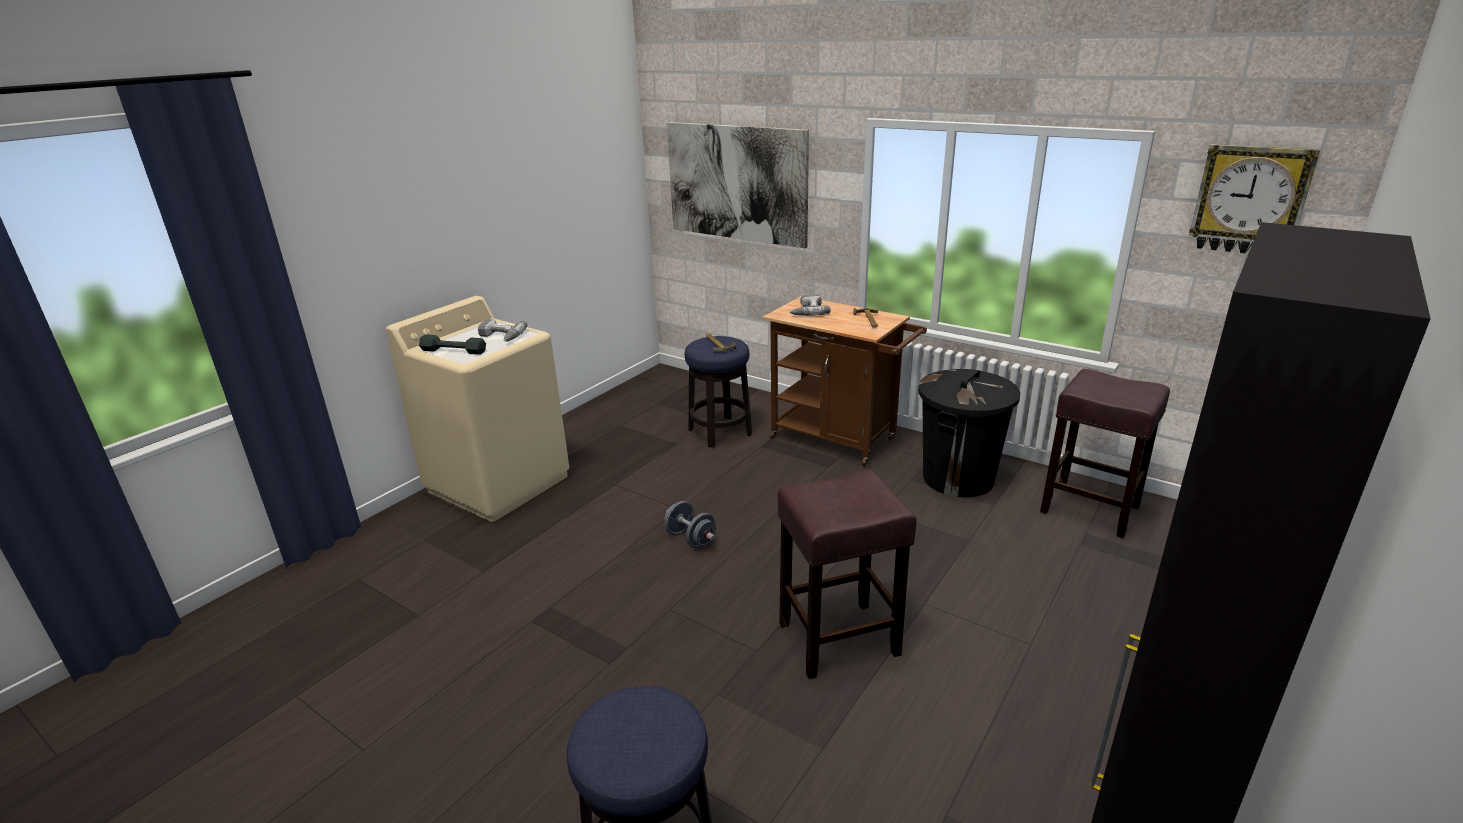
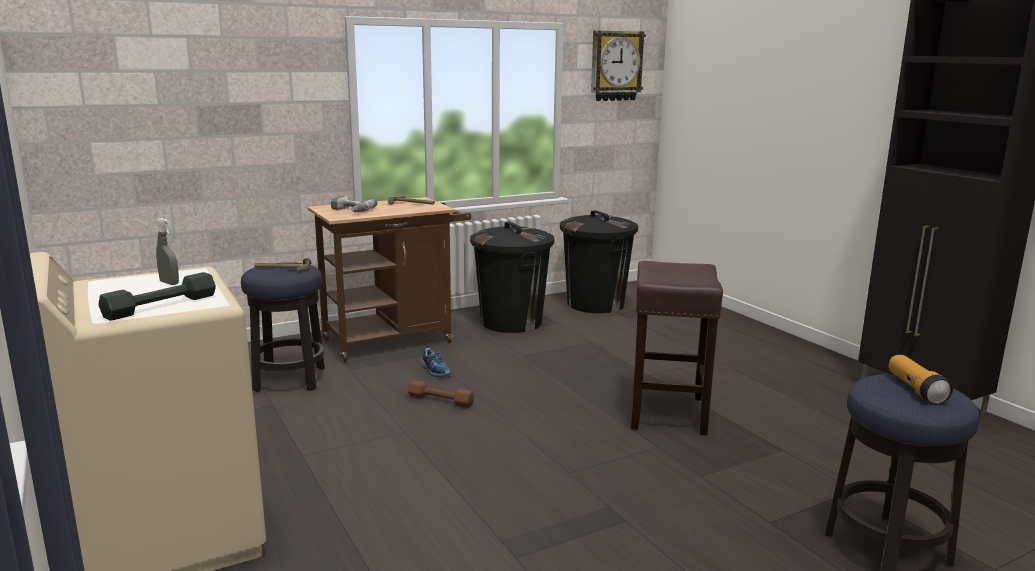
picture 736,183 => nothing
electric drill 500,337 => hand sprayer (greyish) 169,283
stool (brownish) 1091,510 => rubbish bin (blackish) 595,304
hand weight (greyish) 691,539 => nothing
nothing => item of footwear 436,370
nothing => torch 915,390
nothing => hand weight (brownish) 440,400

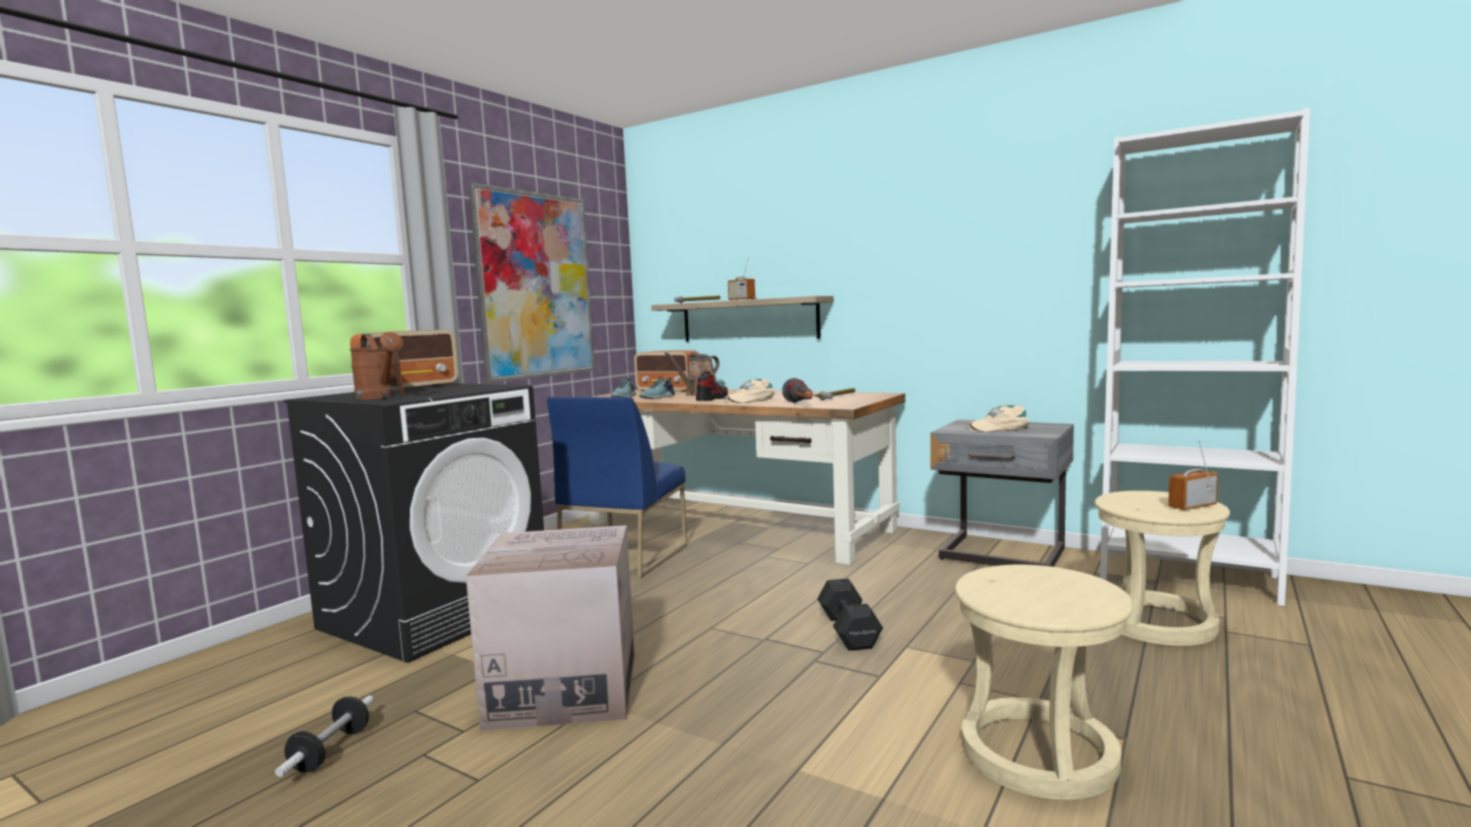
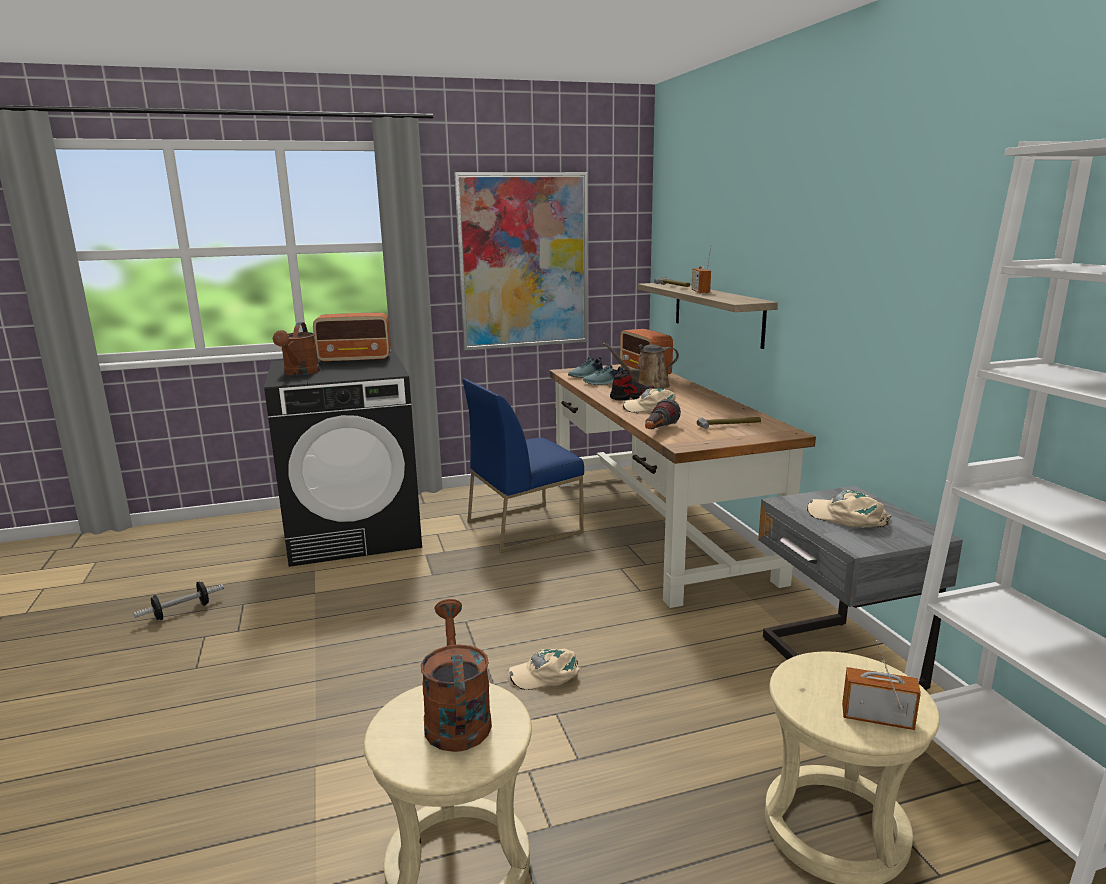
carton 564,689 => nothing
hand weight (blackish) 849,630 => baseball cap (sand-coloured) 546,674
nothing => sprinkling can (brownish) 456,717

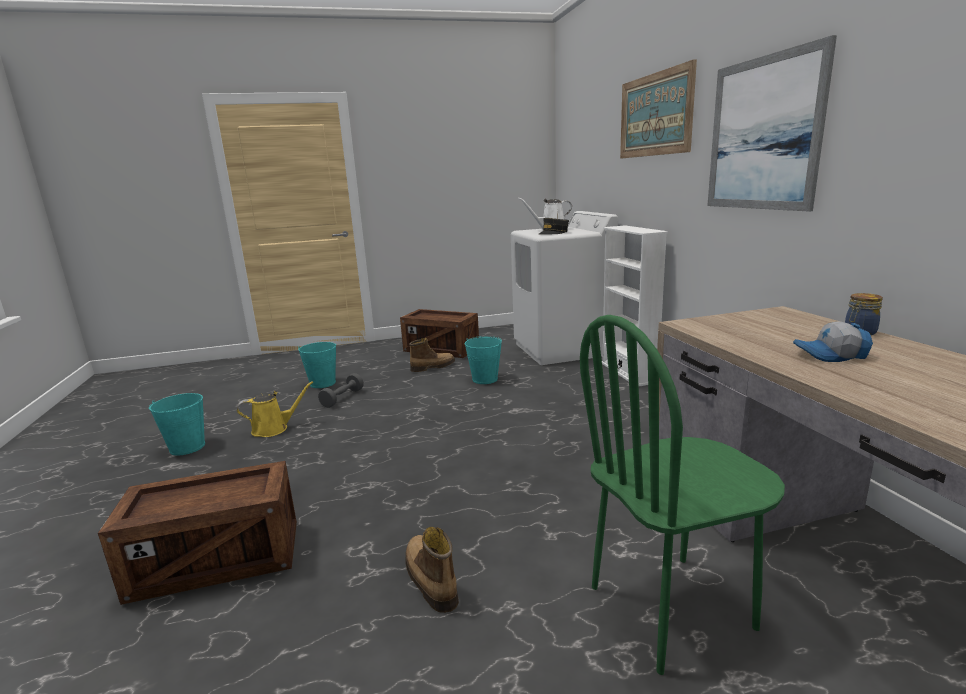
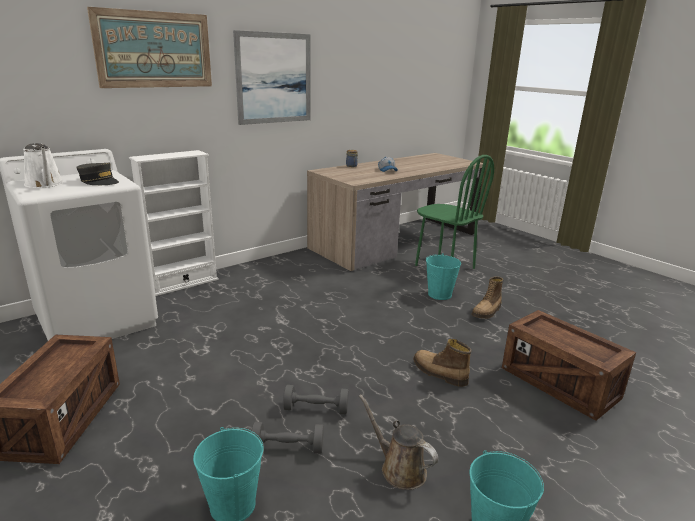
bucket (turquoise-coloured) 485,379 => bucket (turquoise-coloured) 440,294, relocated
high-top boot 432,367 => high-top boot 439,373, relocated
sprinkling can (yellow-coloured) 274,429 => sprinkling can (brownish) 399,468
nothing => hand weight (greyish) 316,409

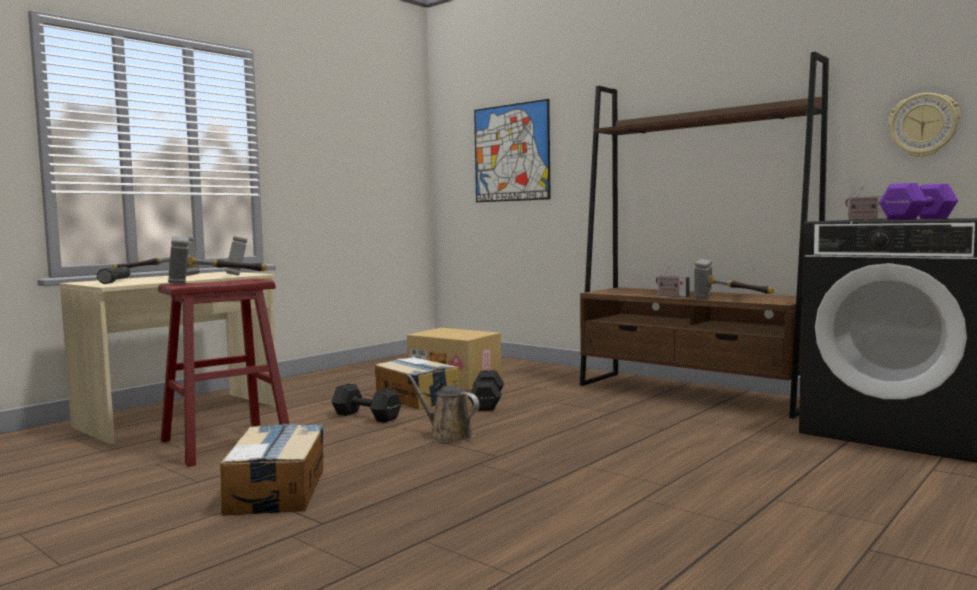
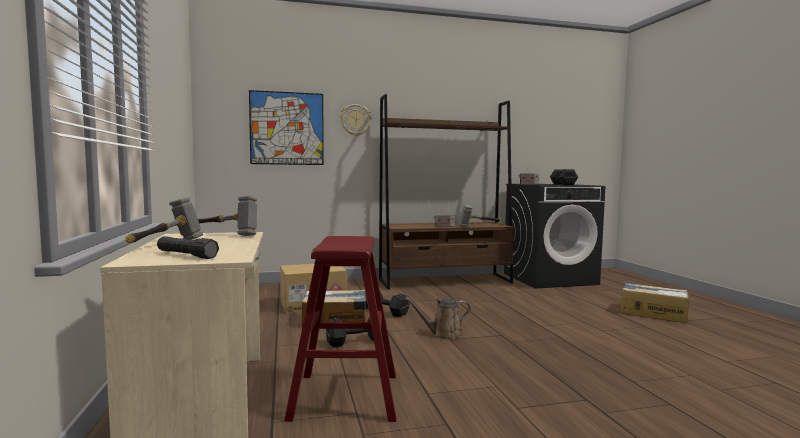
wall clock 923,125 => wall clock 355,120, relocated
hand weight (purplish) 916,219 => hand weight (blackish) 563,184
hammer 215,282 => nothing
carton 277,490 => carton 652,313, relocated

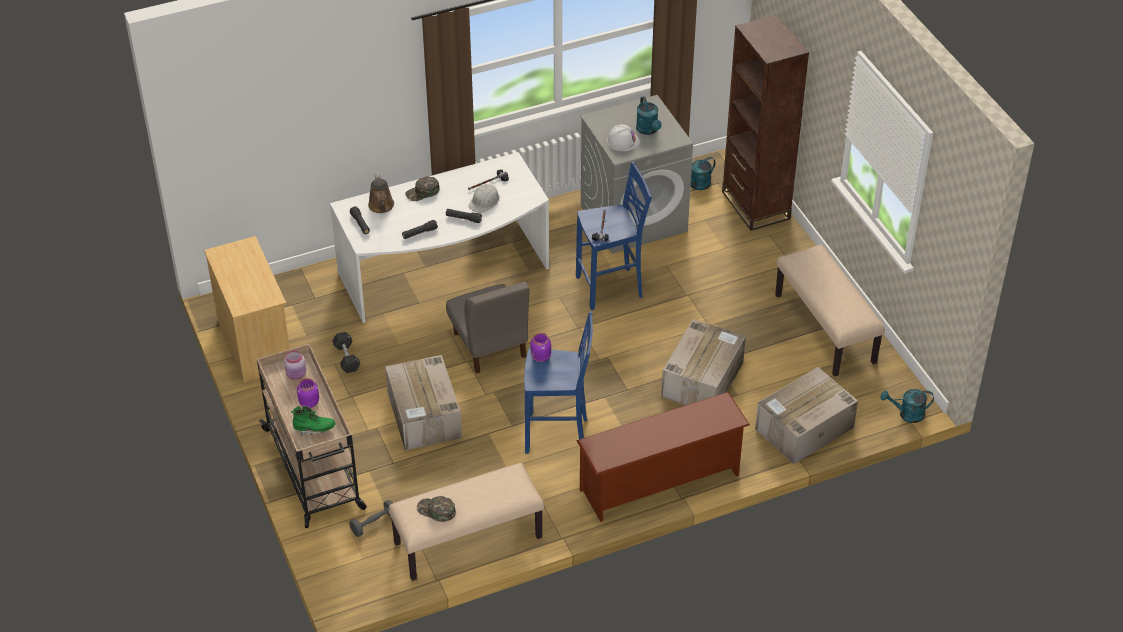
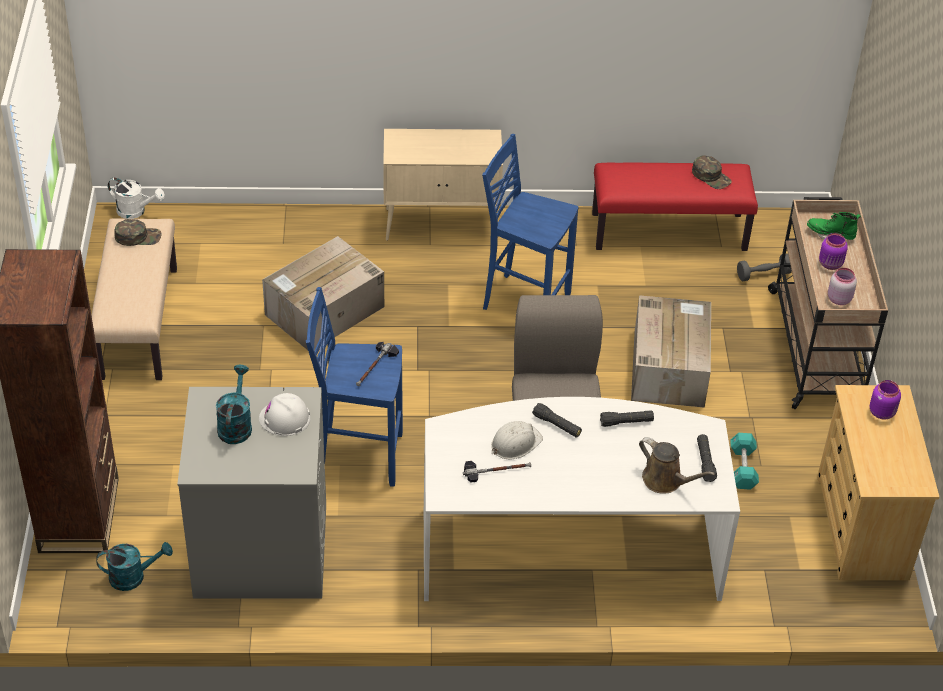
sprinkling can (brownish) 381,206 => sprinkling can (brownish) 665,480, 120 degrees clockwise
baseball cap (green-coloured) 422,192 => baseball cap (green-coloured) 138,236, relocated
hand weight (blackish) 346,358 => hand weight (turquoise-coloured) 742,468
storage jar (purplish) 540,357 => storage jar (purplish) 882,412, relocated
carton 803,429 => nothing
sprinkling can (turquoise-coloured) 907,414 => sprinkling can (whitish) 136,211
shoe rack (brownish) 660,483 => storage cabinet (sand-coloured) 442,225
long seat (sand-coloured) 468,541 => long seat (red) 669,231

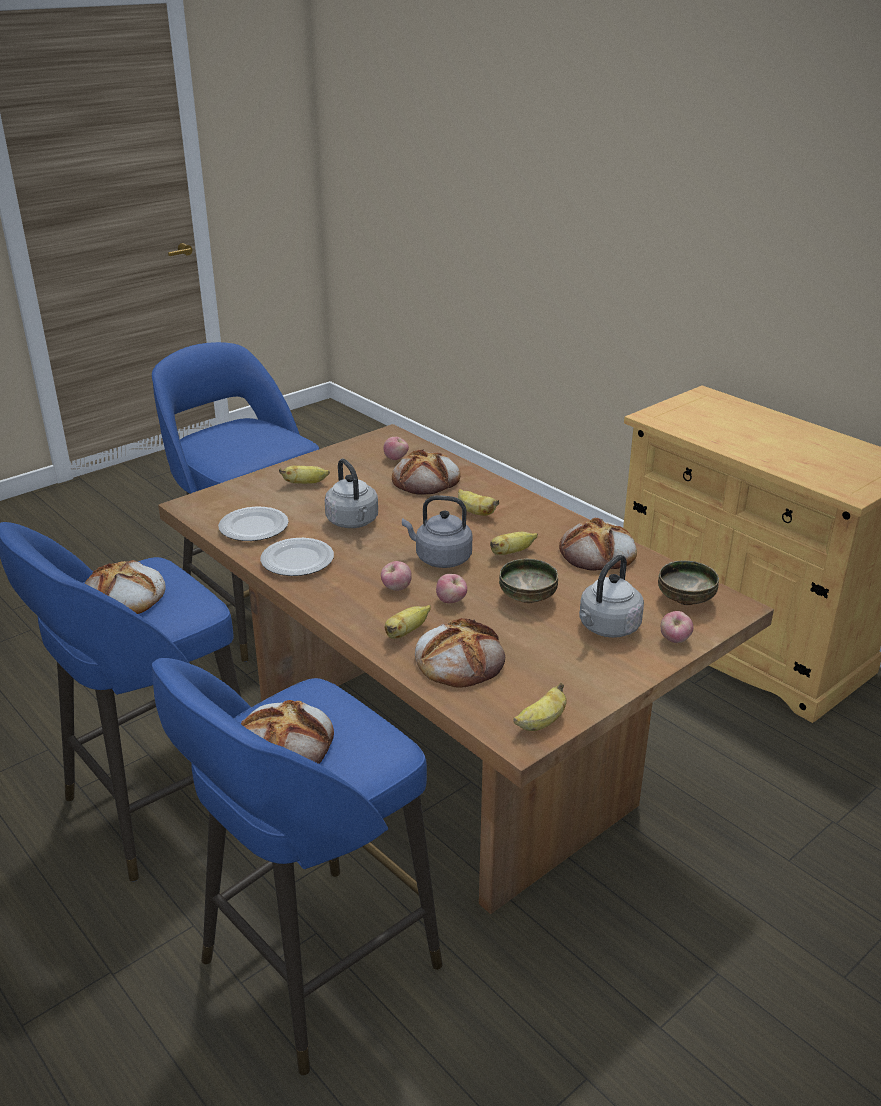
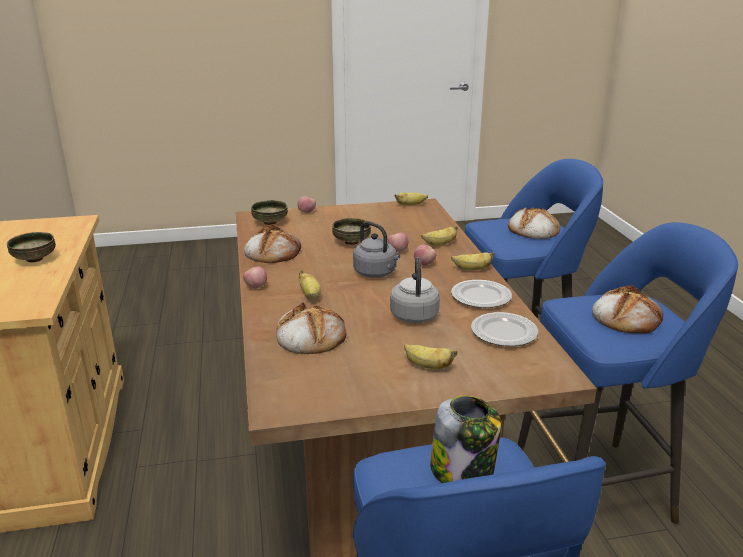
whole apple 396,459 => whole apple 256,287, relocated
whole banana 511,552 => whole banana 472,269, relocated
tea kettle (greyish) 607,628 => nothing
baked bread 460,659 => nothing
nothing => bowl 35,259
nothing => storage jar 463,472

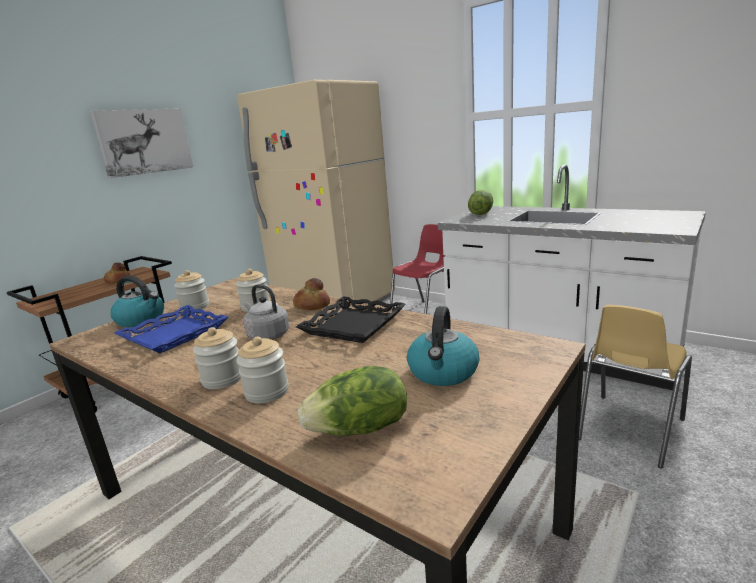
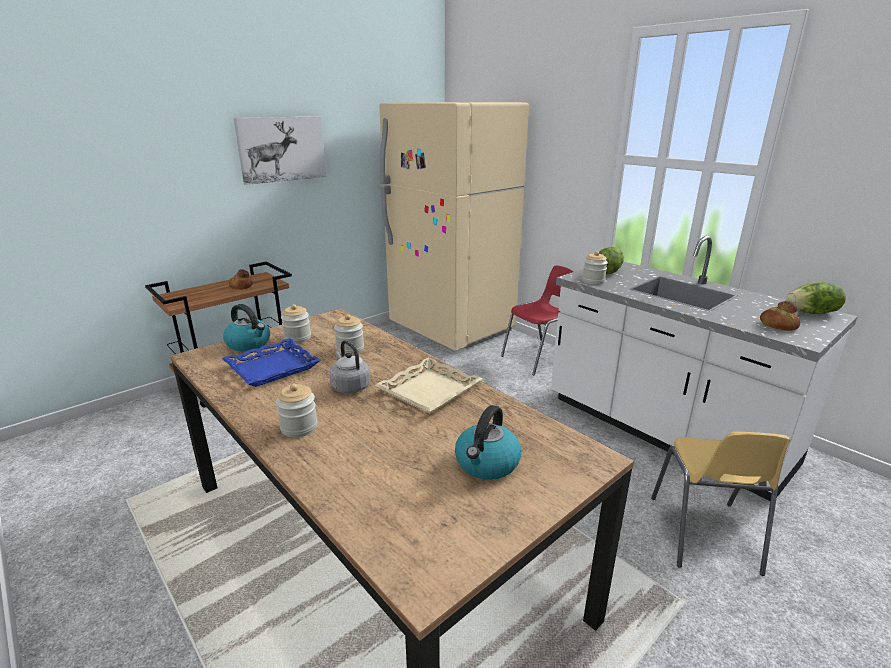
baked bread 312,305 => baked bread 777,325, relocated
tray (blackish) 353,325 => tray (sand-coloured) 428,390
plain chair (yellow-coloured) 628,429 => plain chair (yellow-coloured) 703,534, 45 degrees counterclockwise
storage jar 267,392 => storage jar 593,281, relocated
lettuce 360,429 => lettuce 812,313, relocated

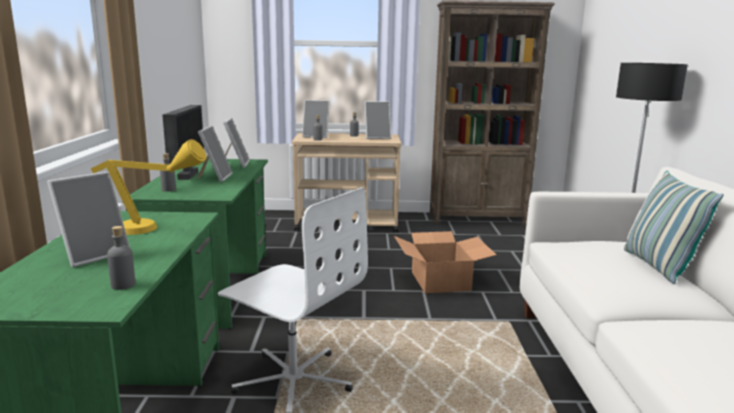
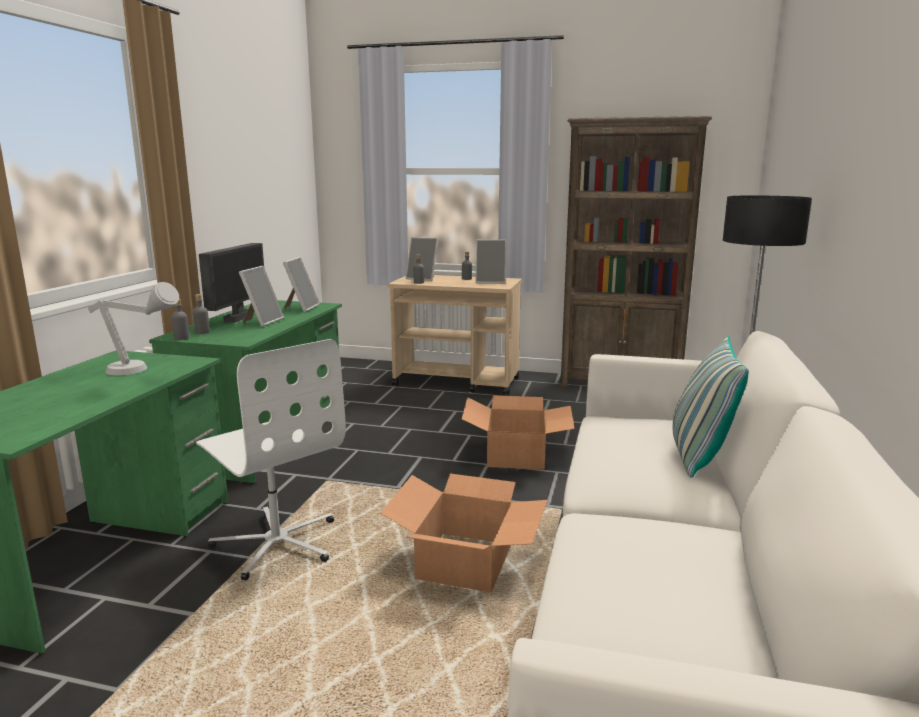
lamp for a table (yellow-coloured) 155,230 => lamp for a table (greyish) 140,372
picture frame 94,255 => nothing
bottle (greyish) 123,285 => bottle (greyish) 181,338, relocated
nothing => carton 466,562

